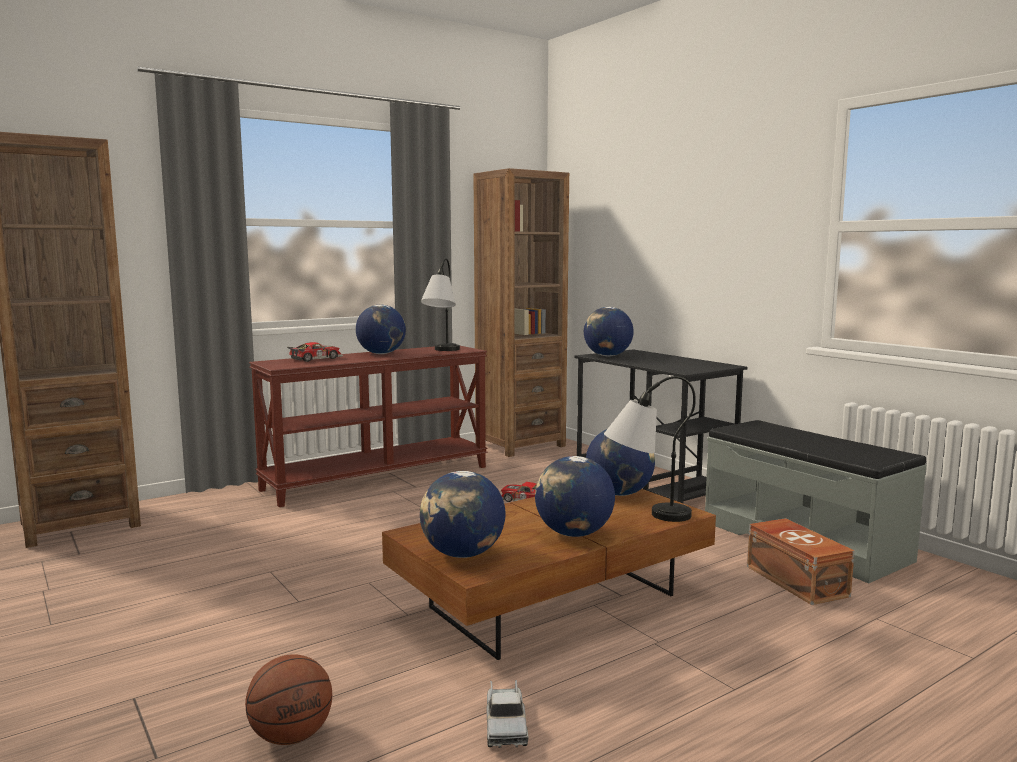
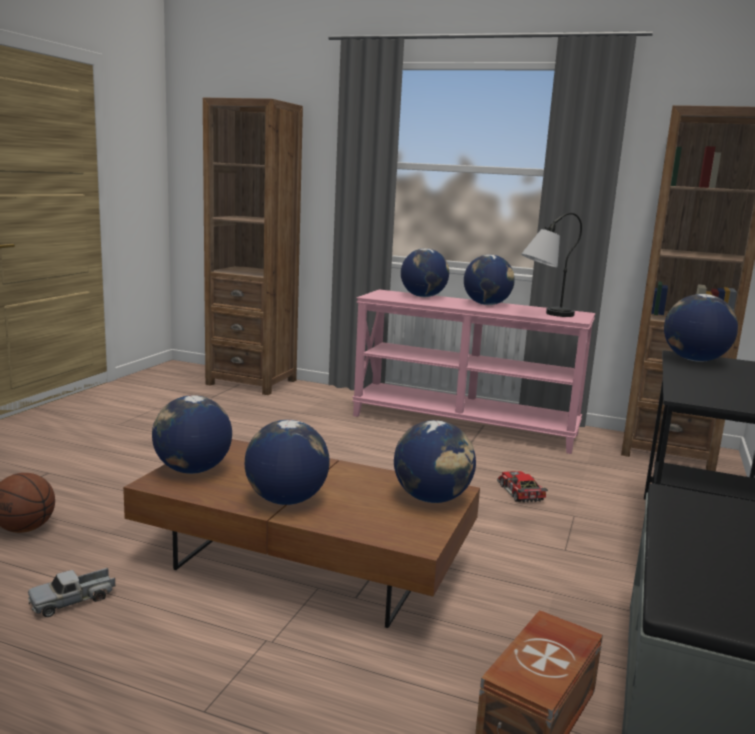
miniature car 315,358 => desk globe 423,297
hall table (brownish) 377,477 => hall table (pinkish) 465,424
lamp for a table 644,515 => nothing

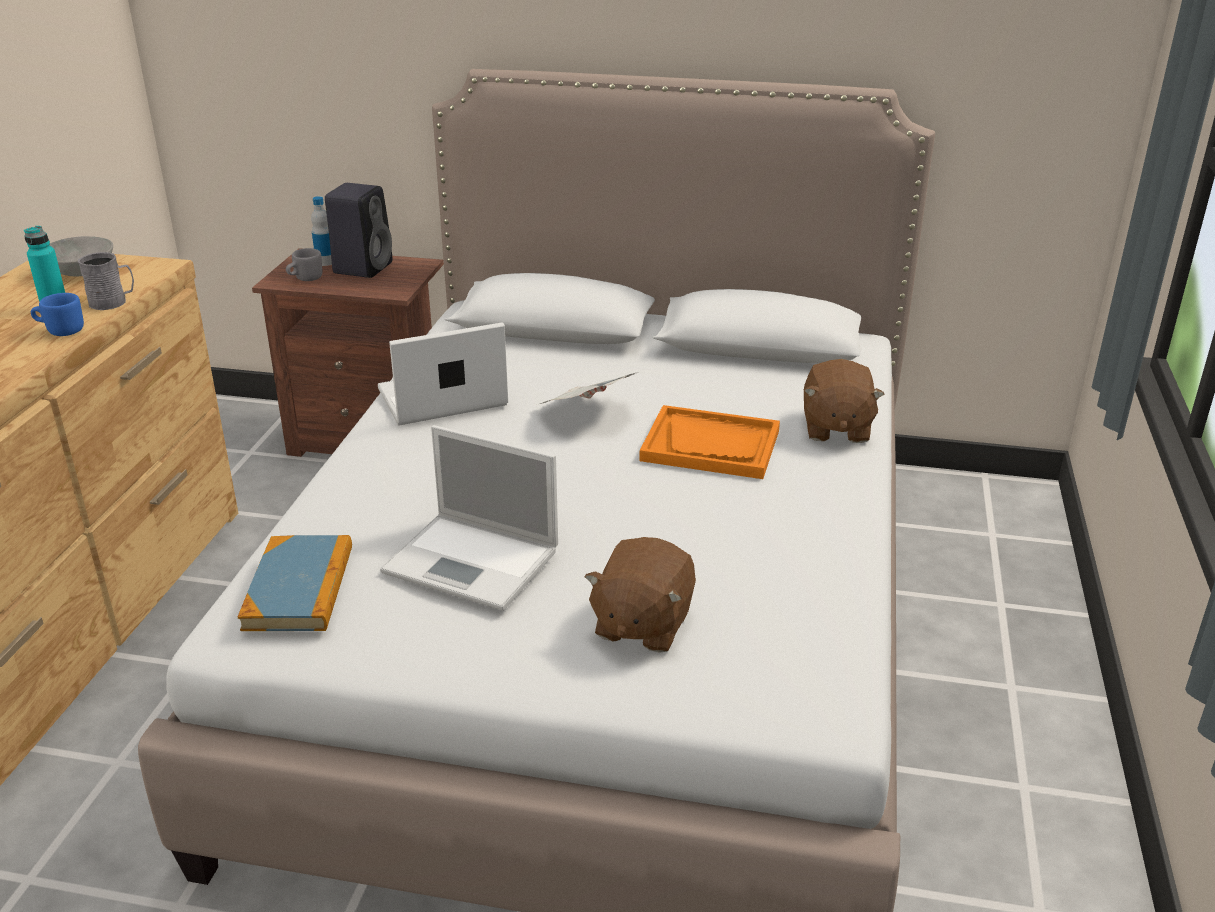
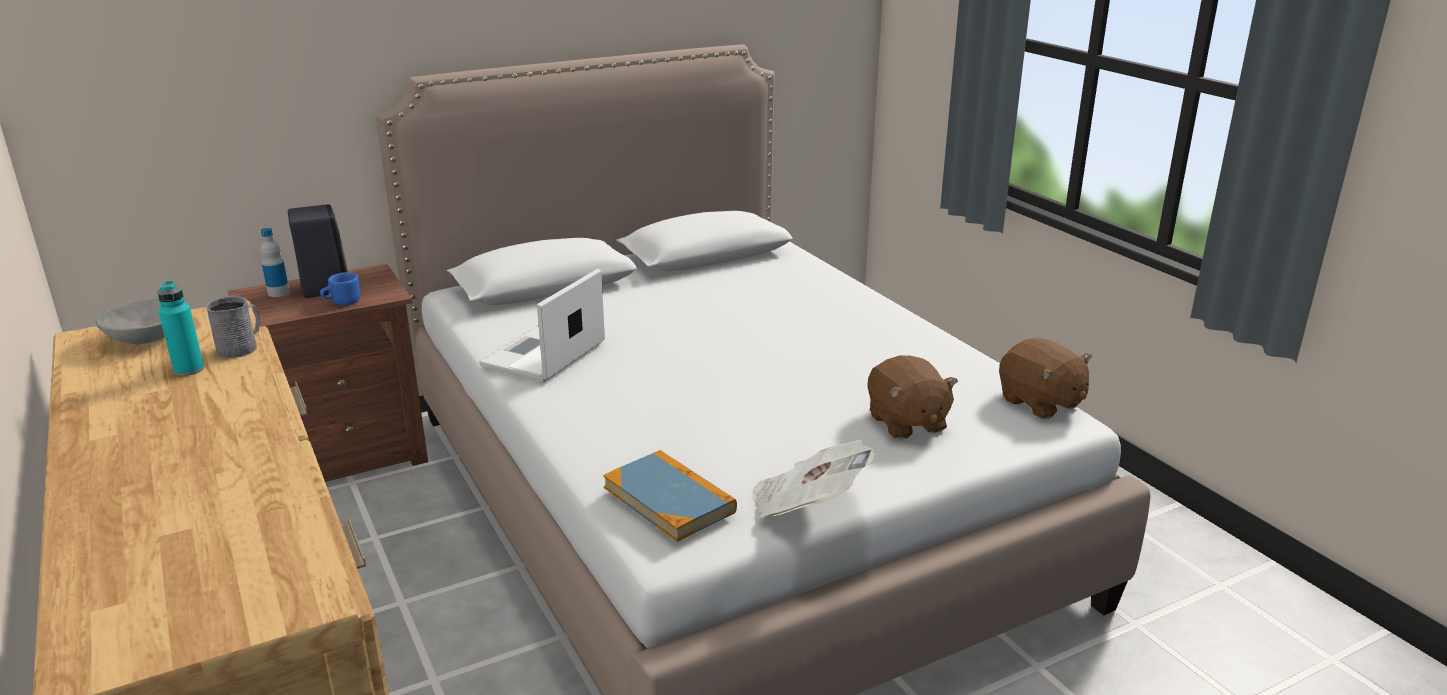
coffee mug (greyish) 305,279 => nothing
coffee mug (blue) 61,331 => coffee mug (blue) 342,303, relocated
plush toy (brownish) 835,428 => plush toy (brownish) 1040,403, relocated
daily paper 585,413 => daily paper 808,505, relocated
tray (orange-coloured) 711,445 => nothing
notebook computer 474,562 => nothing

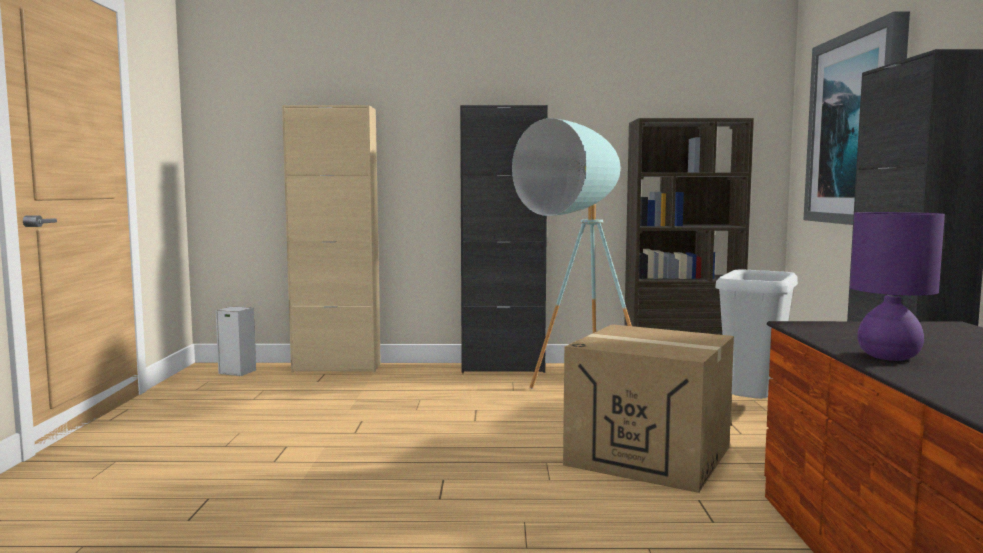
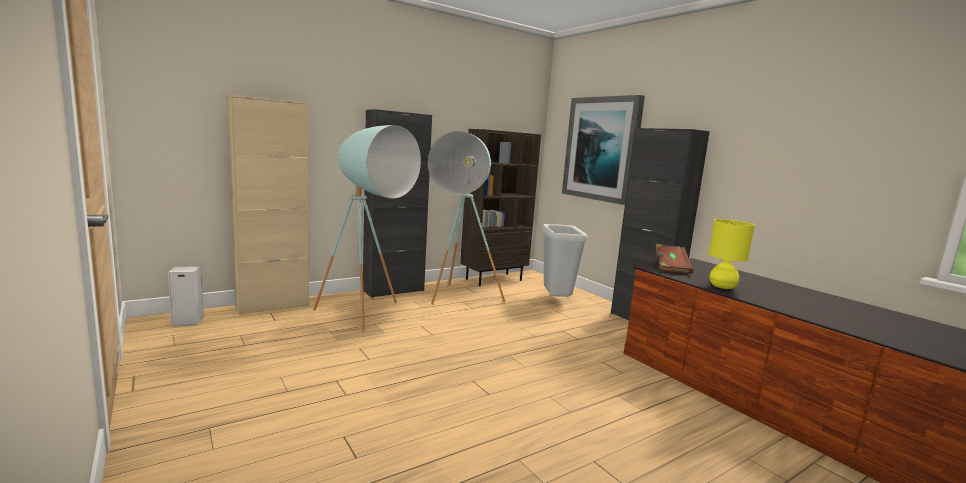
lamp for a table (purplish) 887,357 => lamp for a table (yellow-coloured) 722,286
carton 649,455 => nothing
nothing => standard lamp (turquoise-coloured) 368,319
nothing => book (brownish) 670,268

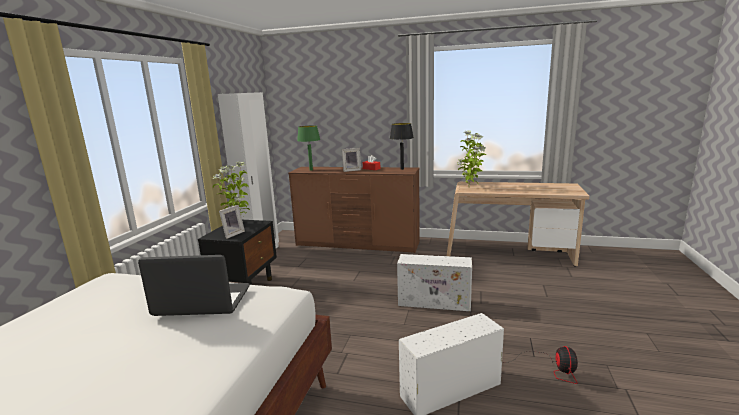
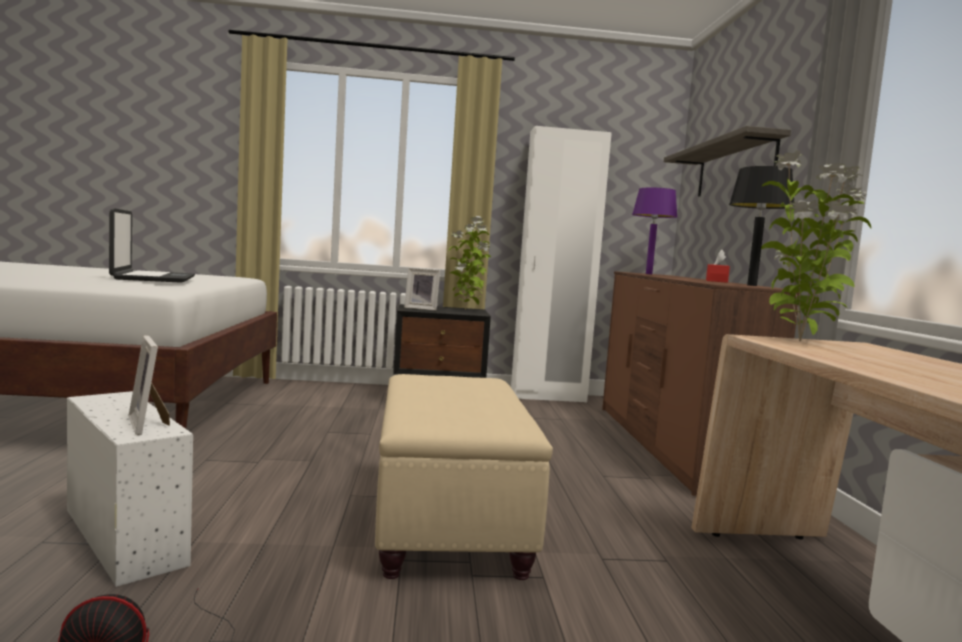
lamp for a table (green-coloured) 311,170 => lamp for a table (purplish) 649,274
picture frame 351,170 => picture frame 150,424, relocated
storage bin (whitish) 435,302 => ottoman (sand-coloured) 449,521
nothing => wall shelf 734,168

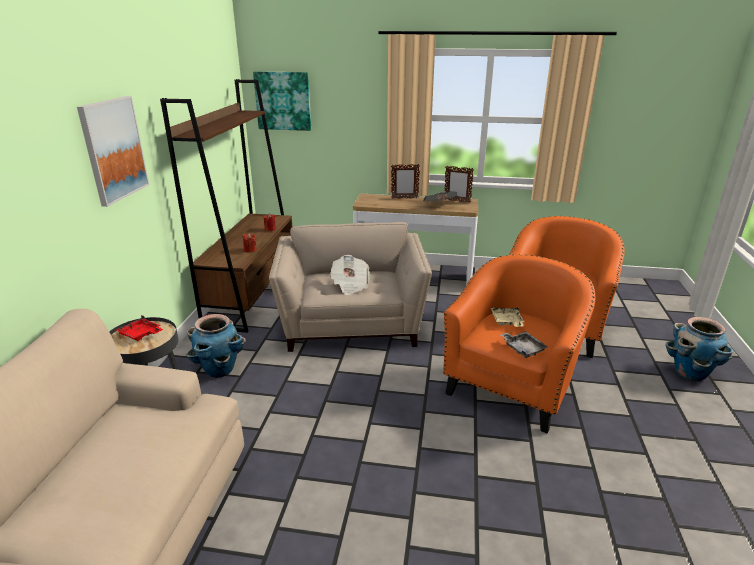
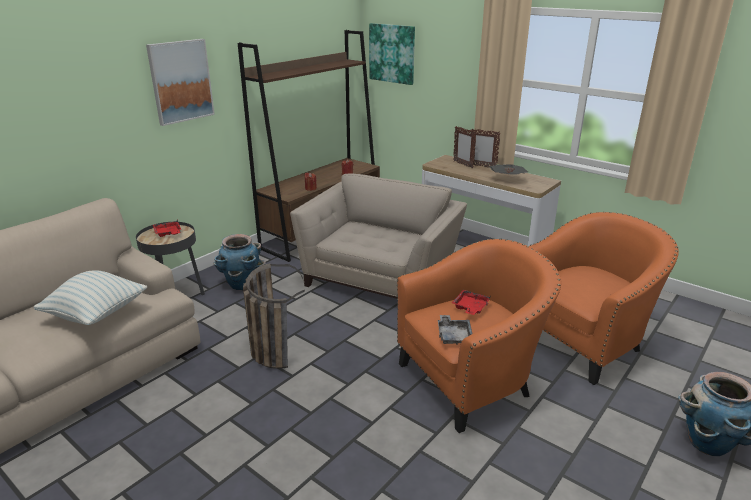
picture frame 457,201 => picture frame 463,164, relocated
daily paper 350,285 => nothing
tray (sand-coloured) 507,322 => tray (red) 470,308
nothing => basket 270,347
nothing => cushion 97,315

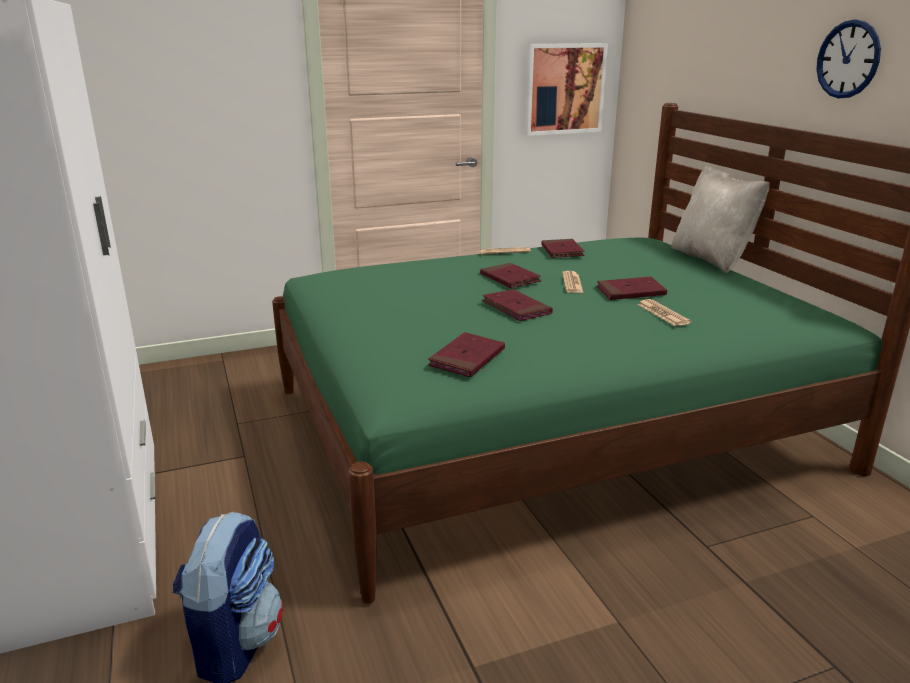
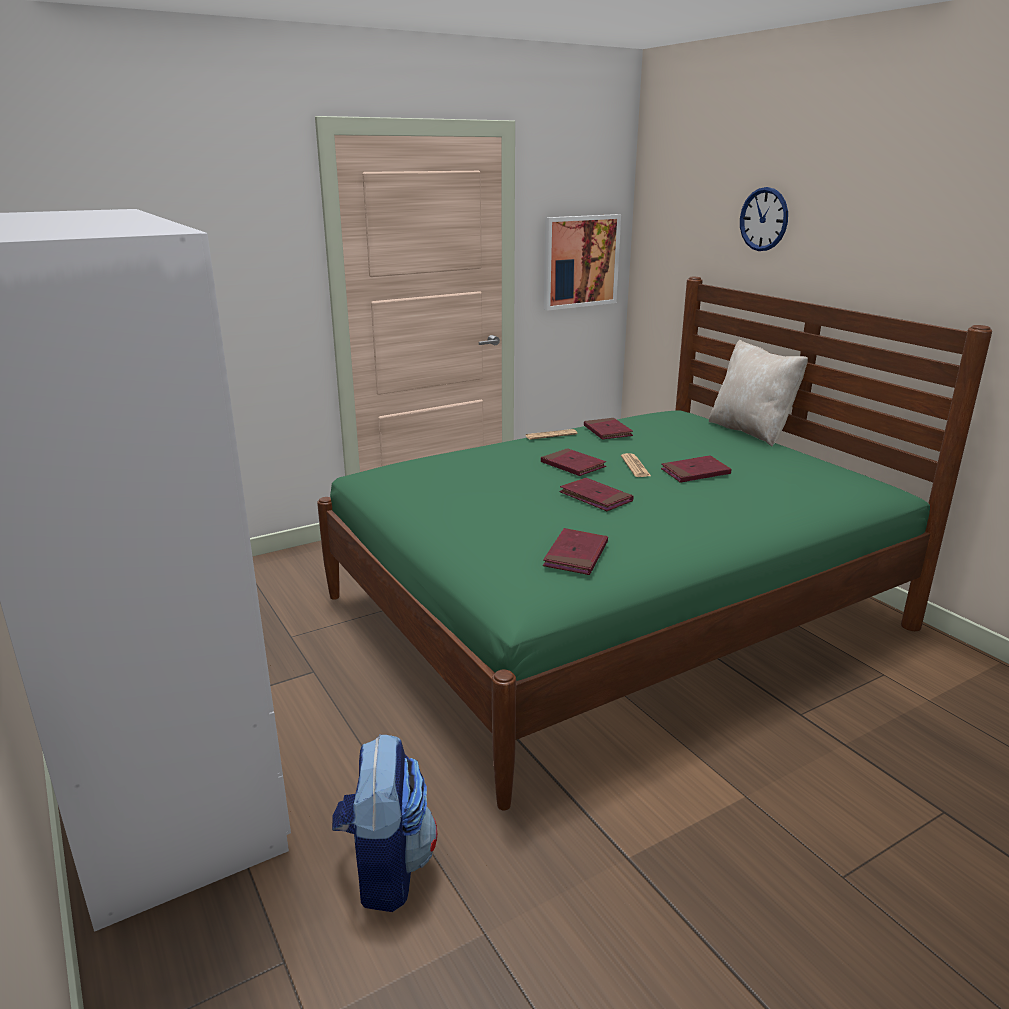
wall clock 848,59 => wall clock 764,219, relocated
daily paper 663,313 => nothing

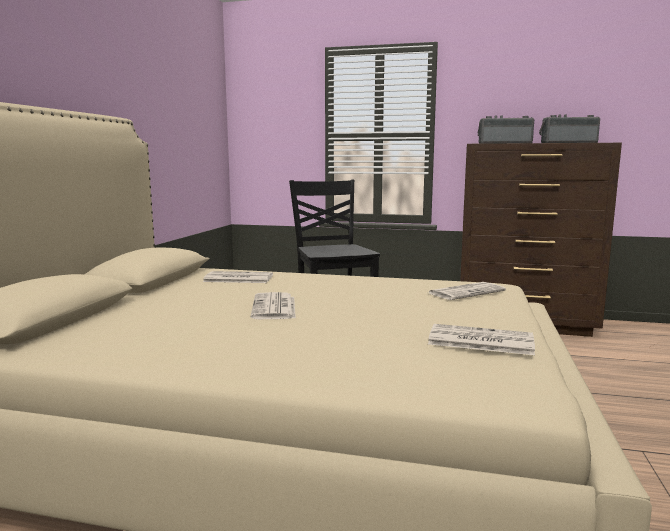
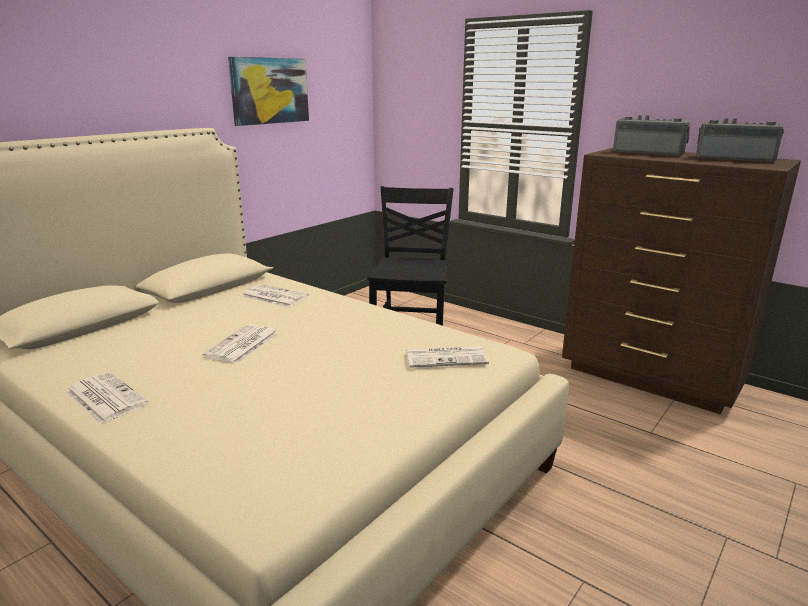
daily paper 479,341 => daily paper 104,398, relocated
nothing => picture 269,91

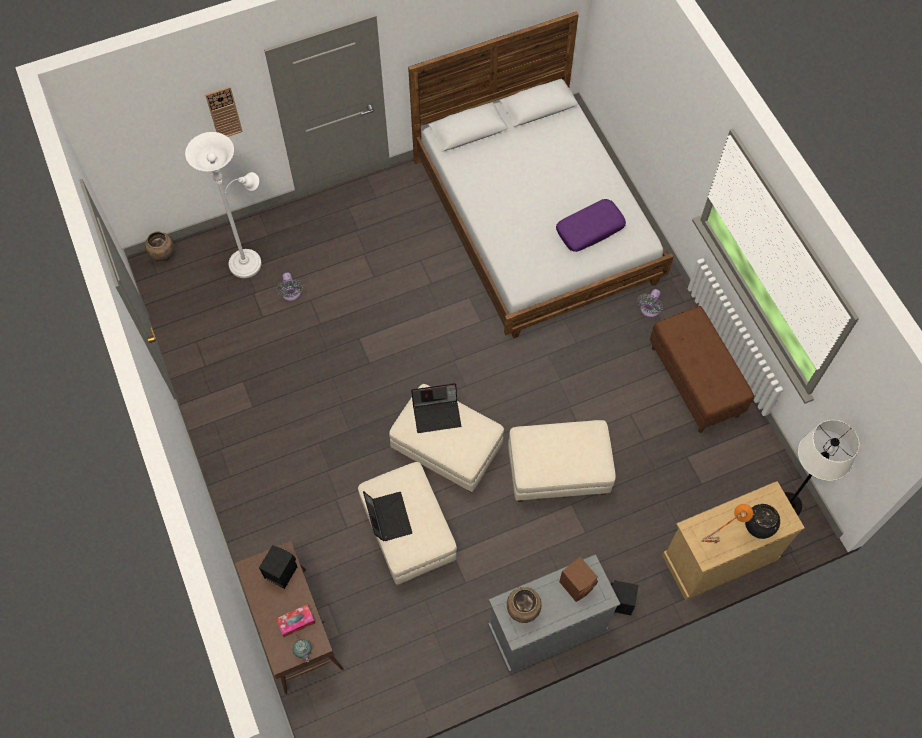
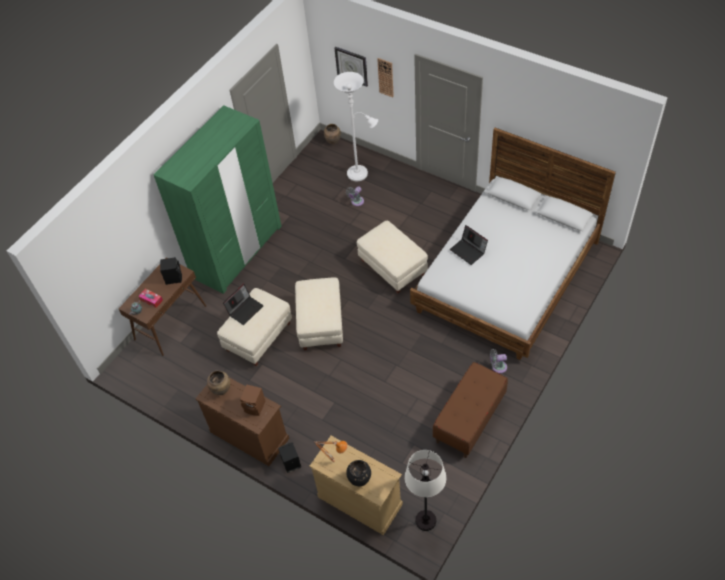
cushion (purplish) 590,229 => nothing
notebook computer 437,413 => notebook computer 468,251, relocated
ottoman (sand-coloured) 558,472 => ottoman (sand-coloured) 393,267, relocated
drawer chest (greyish) 547,628 => drawer chest (brownish) 249,435
nothing => wall clock 351,66
nothing => clothes cupboard (green-coloured) 237,251

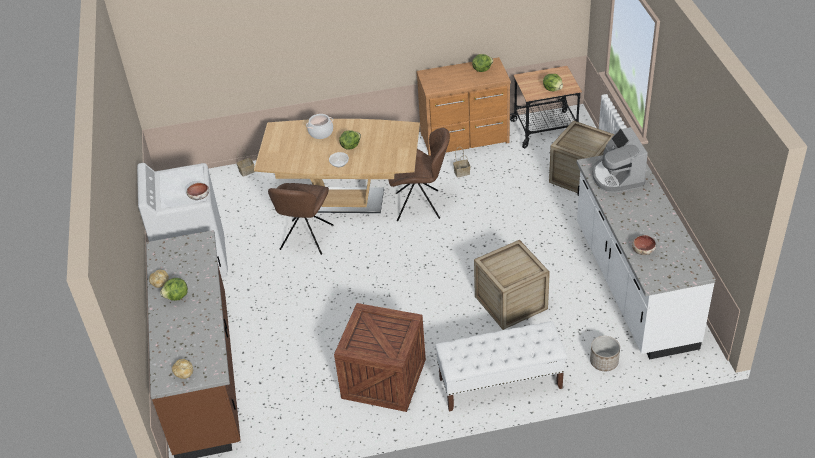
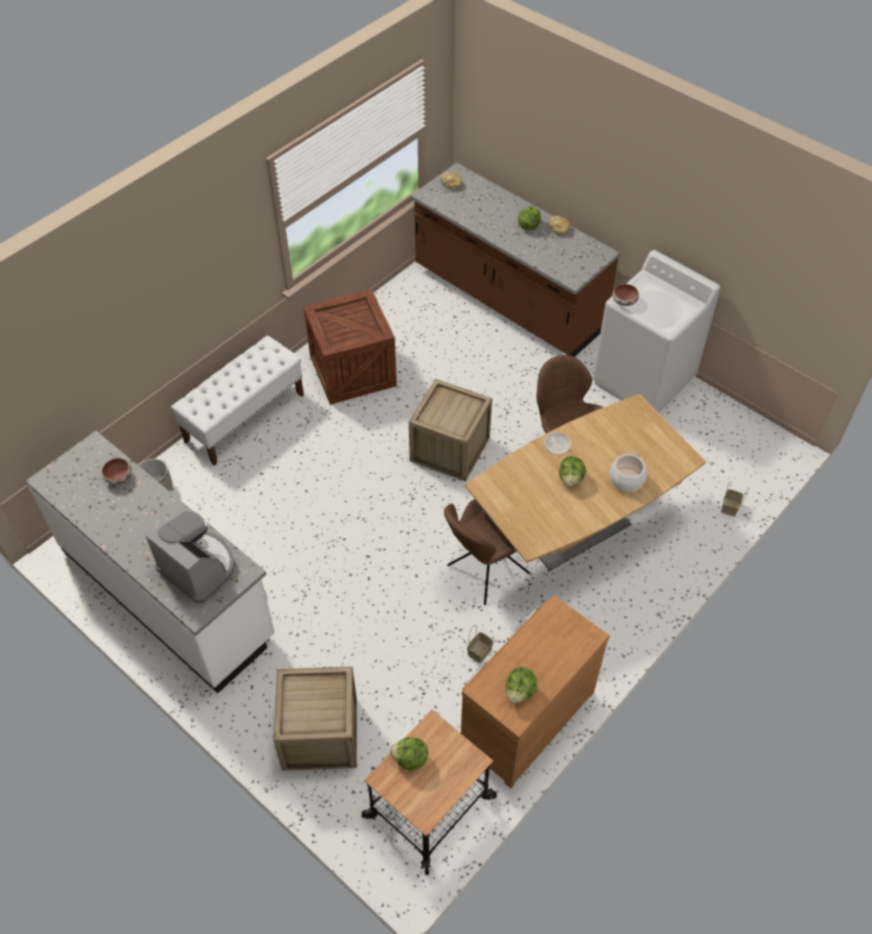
crate 511,302 => crate 450,449, relocated

